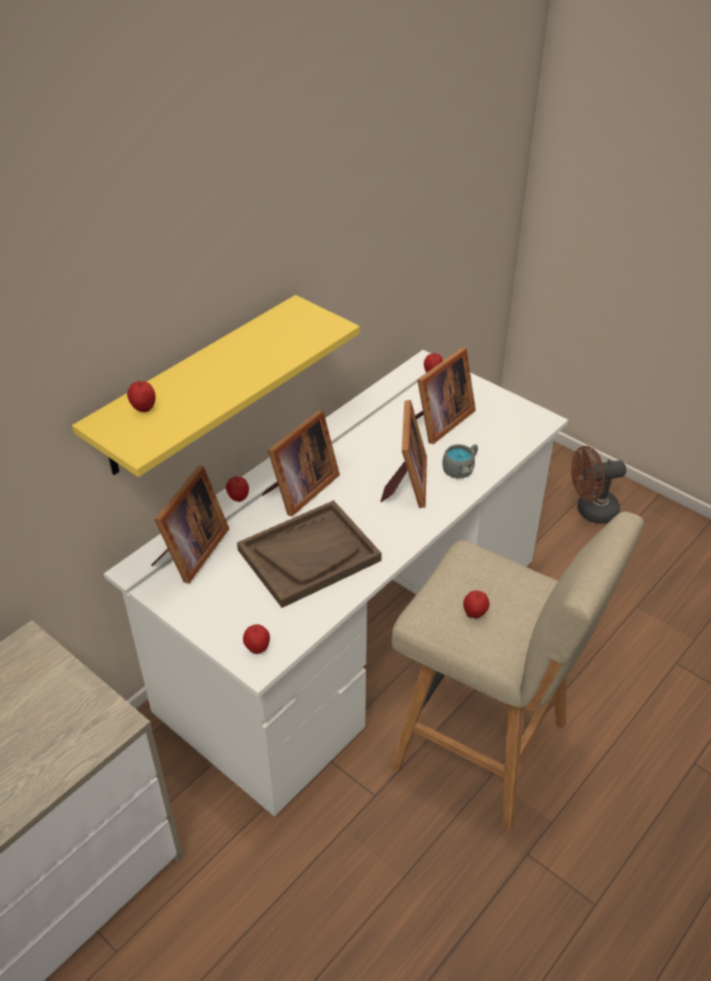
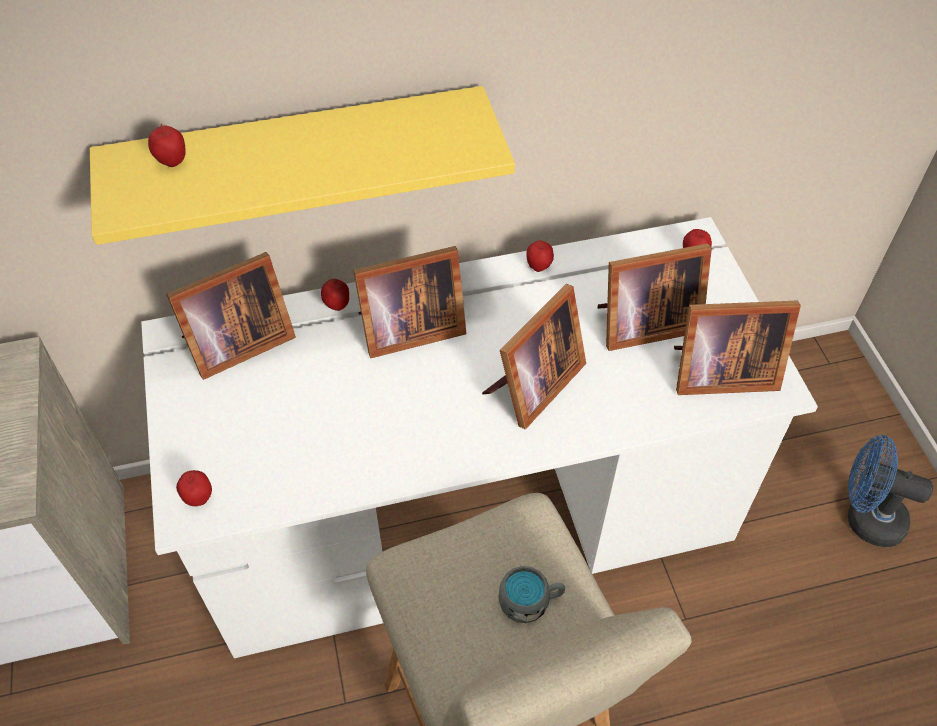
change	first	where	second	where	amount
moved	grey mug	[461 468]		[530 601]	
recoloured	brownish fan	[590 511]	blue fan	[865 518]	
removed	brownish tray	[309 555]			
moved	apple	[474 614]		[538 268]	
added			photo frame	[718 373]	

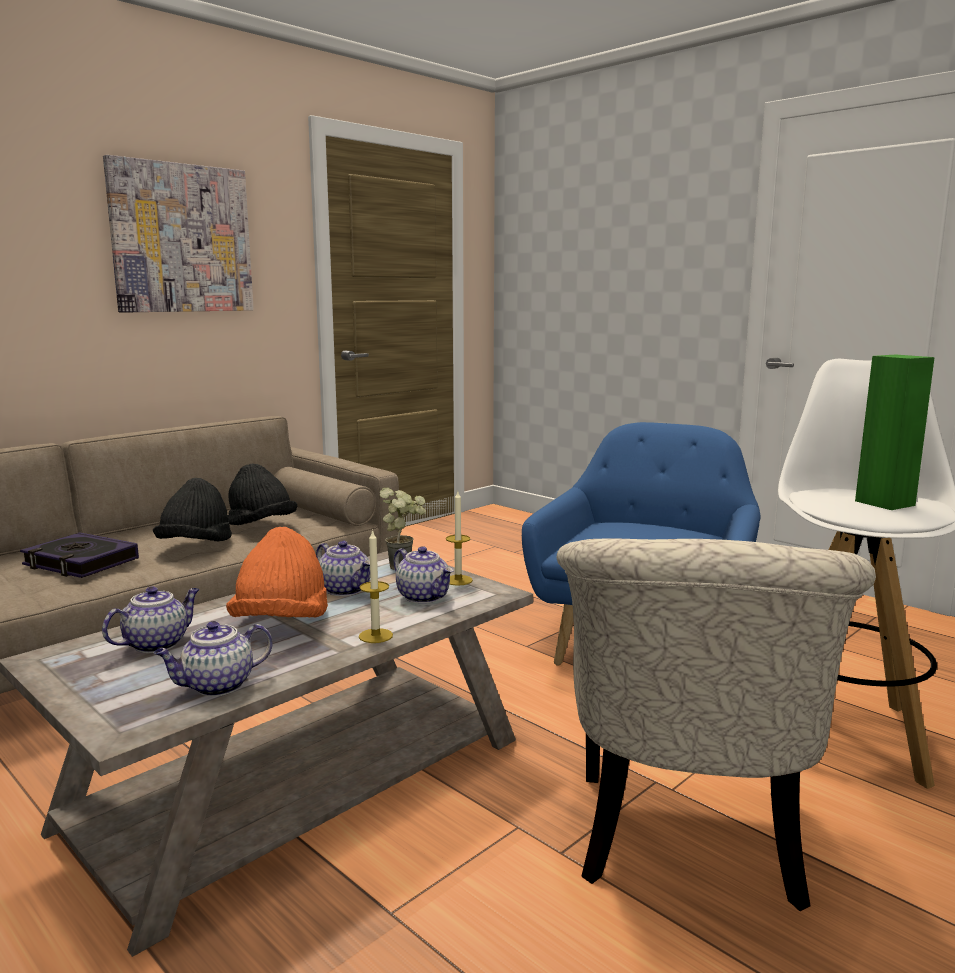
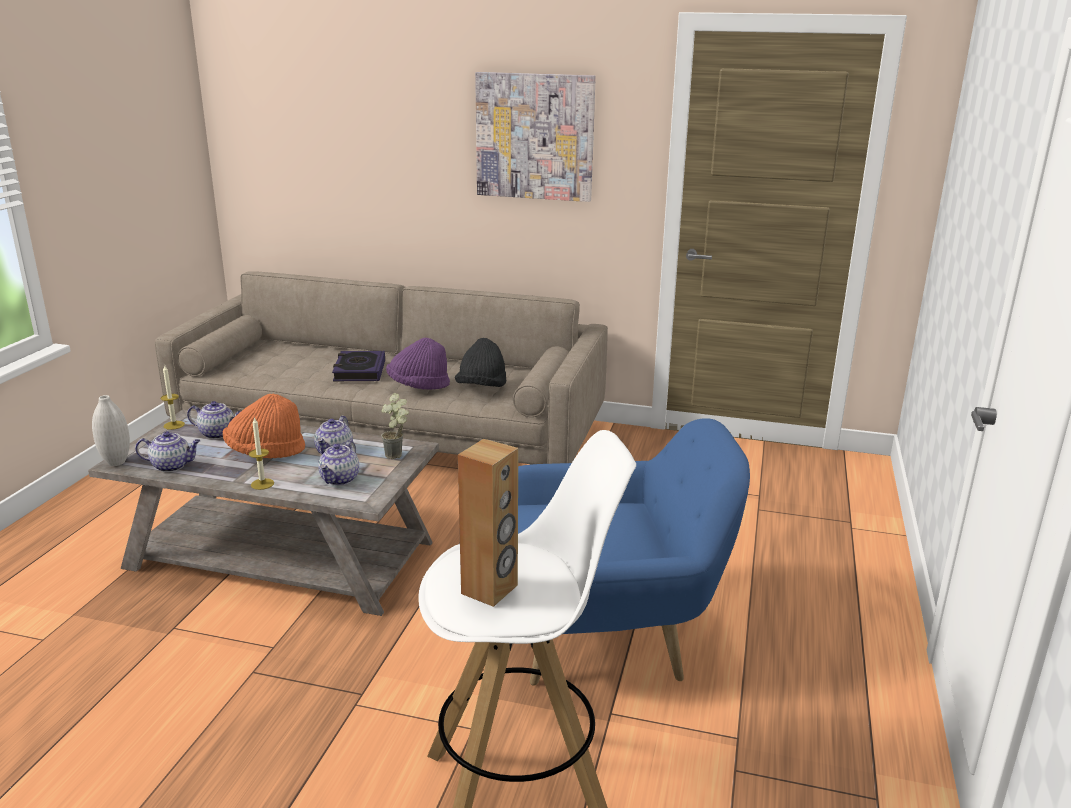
change	first	where	second	where	amount
recoloured	green loudspeaker	[885 503]	brownish loudspeaker	[490 589]	
recoloured	black-coloured clothing hat	[195 546]	purplish clothing hat	[418 386]	
moved	candle	[458 580]		[174 425]	
removed	beige lounge chair	[688 844]			
turned	pot for tea	[217 686]		[172 466]	150 degrees clockwise
added			whitish flower vase	[116 462]	

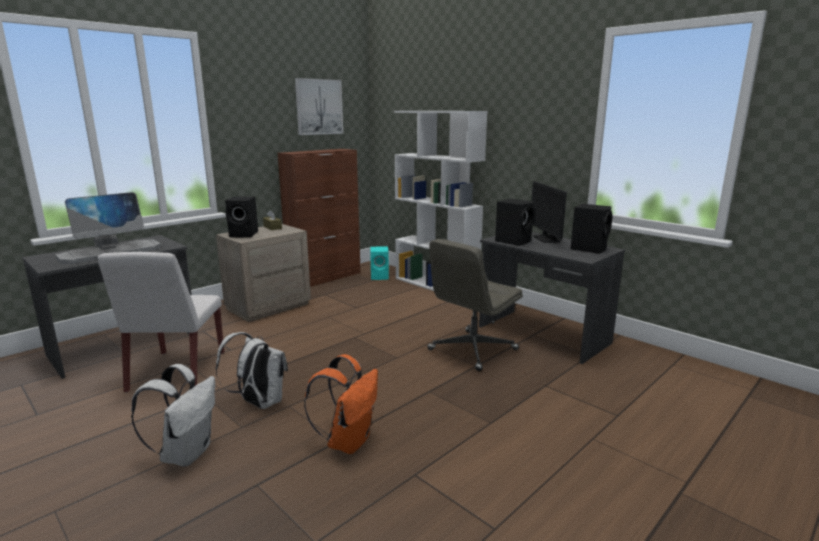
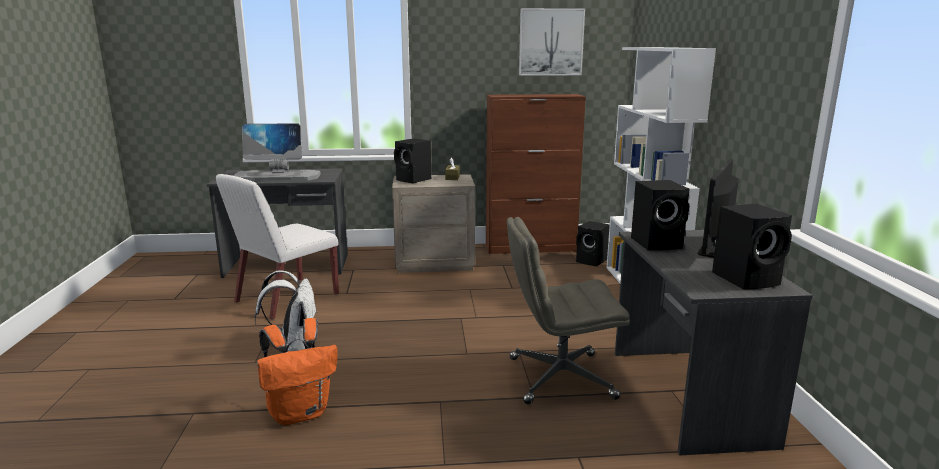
change	first	where	second	where	amount
recoloured	turquoise-coloured loudspeaker	[380 276]	black-coloured loudspeaker	[592 261]	
removed	whitish backpack	[186 453]			

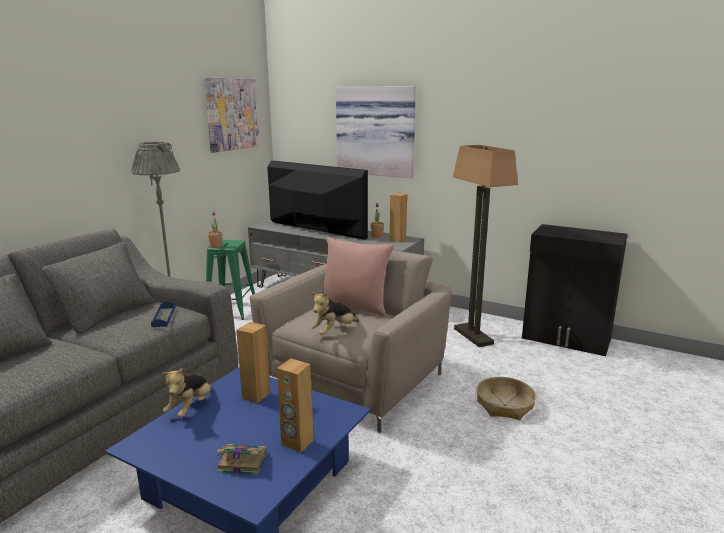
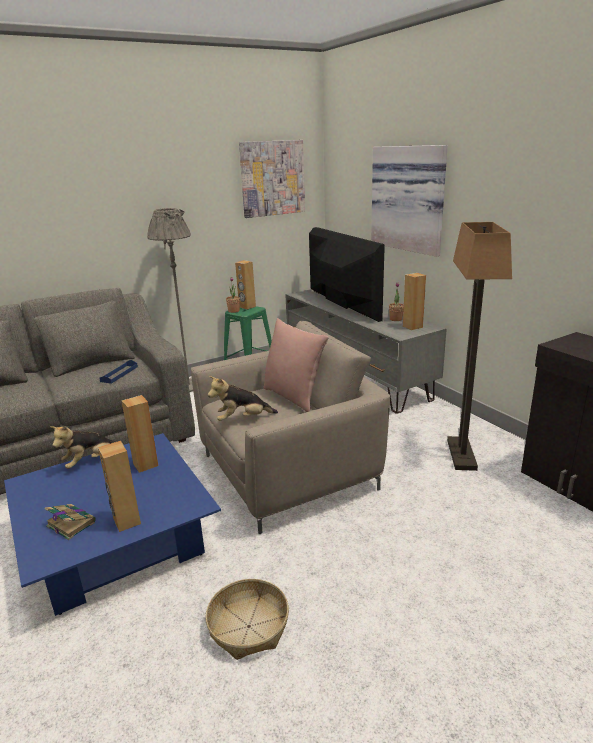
change	first	where	second	where	amount
moved	storage basket	[504 405]		[248 626]	
added			brownish loudspeaker	[247 307]	

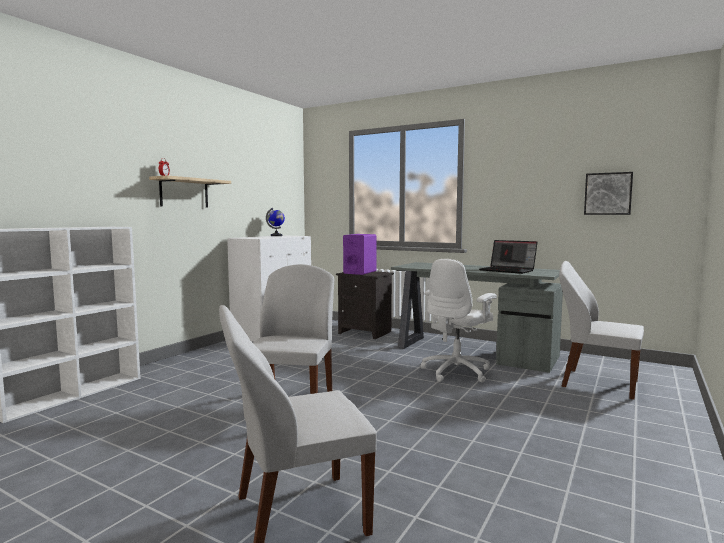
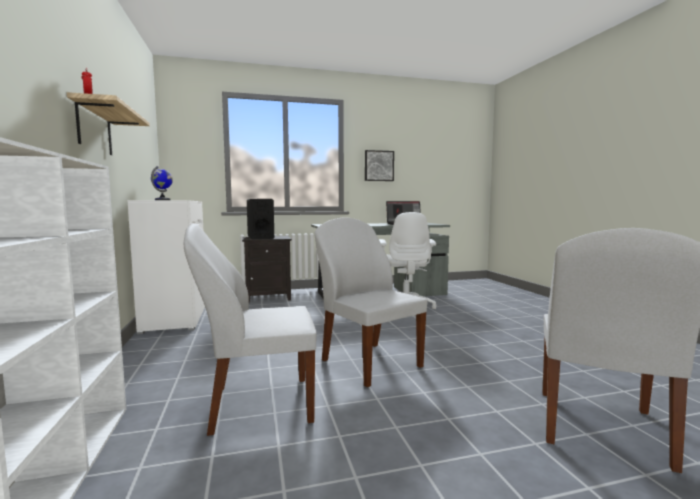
change	first	where	second	where	amount
moved	wall art	[608 194]		[378 166]	
recoloured	purplish loudspeaker	[360 272]	black-coloured loudspeaker	[260 237]	
moved	whitish upright chair	[597 383]		[258 404]	

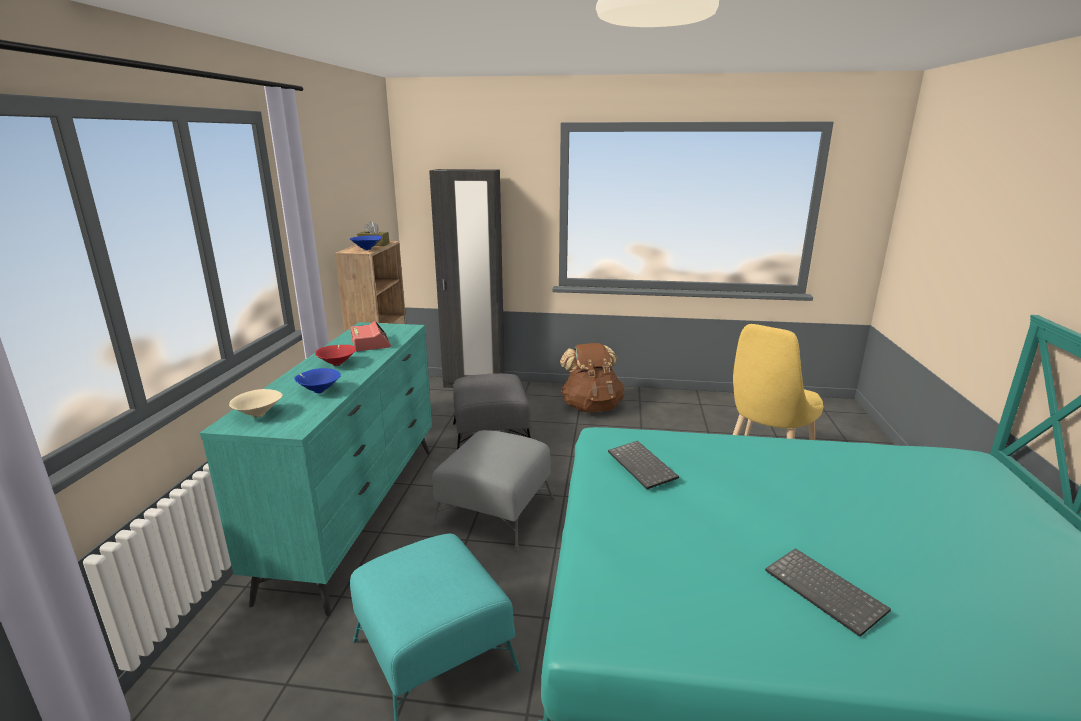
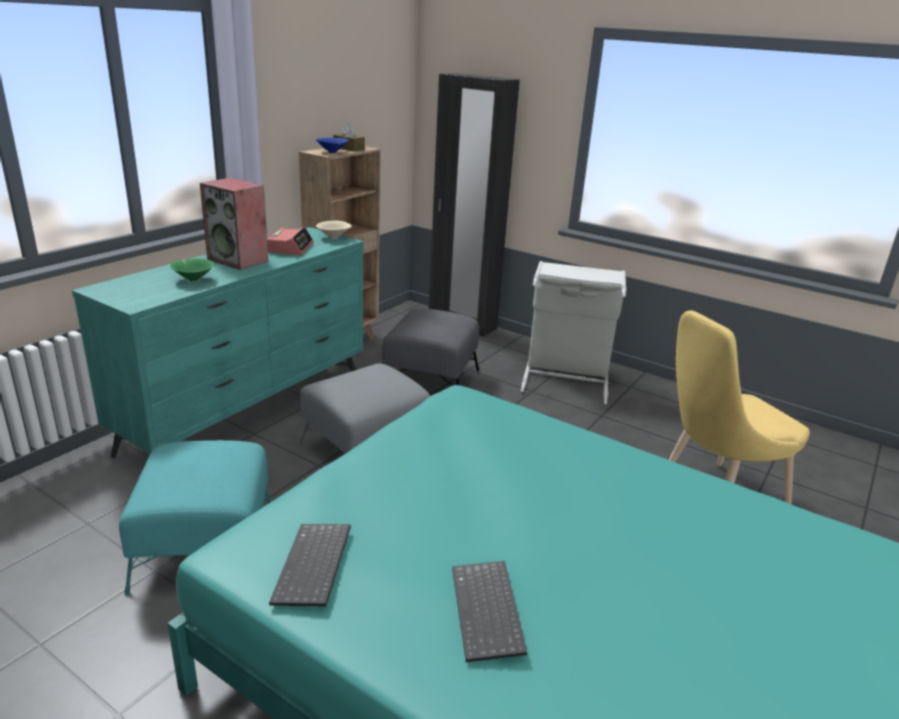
change	first	where	second	where	amount
replaced	brownish backpack	[591 407]	grey laundry basket	[566 378]	
replaced	reddish serving bowl	[337 364]	loudspeaker	[239 260]	
recoloured	blue serving bowl	[319 391]	green serving bowl	[193 279]	
moved	beige serving bowl	[260 414]		[334 237]	
moved	computer keyboard	[643 466]		[314 567]	

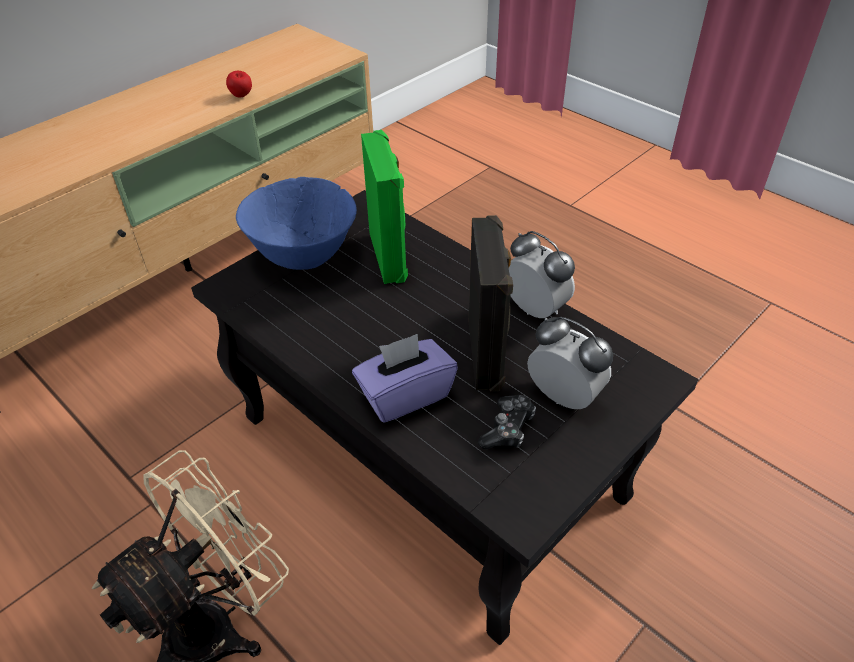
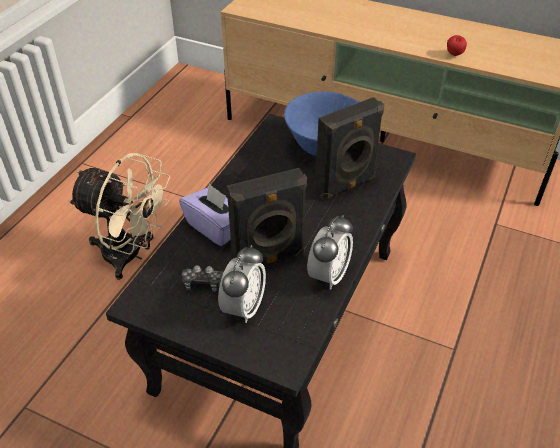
change	first	where	second	where	amount
recoloured	green loudspeaker	[389 256]	black-coloured loudspeaker	[346 186]	

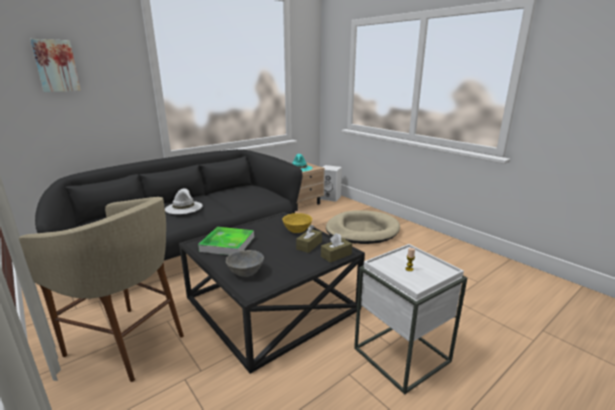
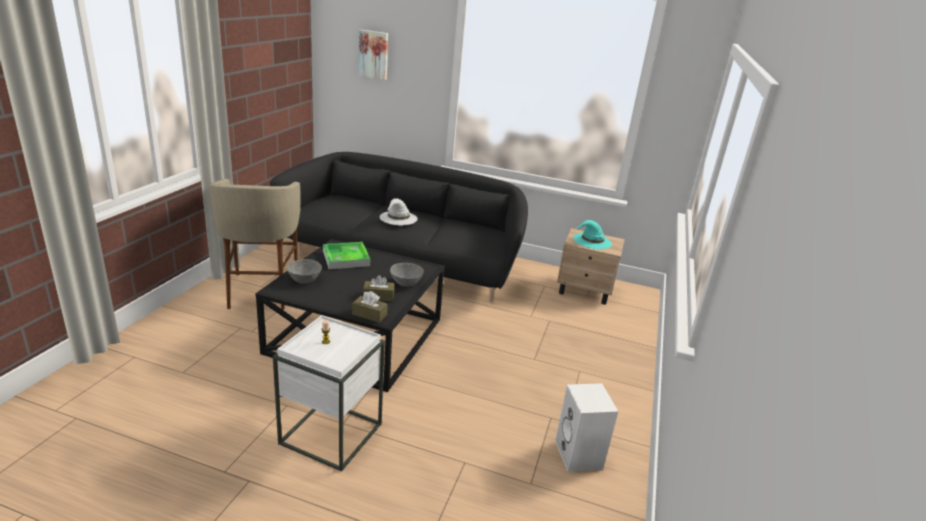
change	first	where	second	where	amount
moved	whitish loudspeaker	[330 197]		[579 455]	
removed	beige pet bed	[362 230]			
recoloured	yellow-coloured serving bowl	[297 230]	grey serving bowl	[406 283]	

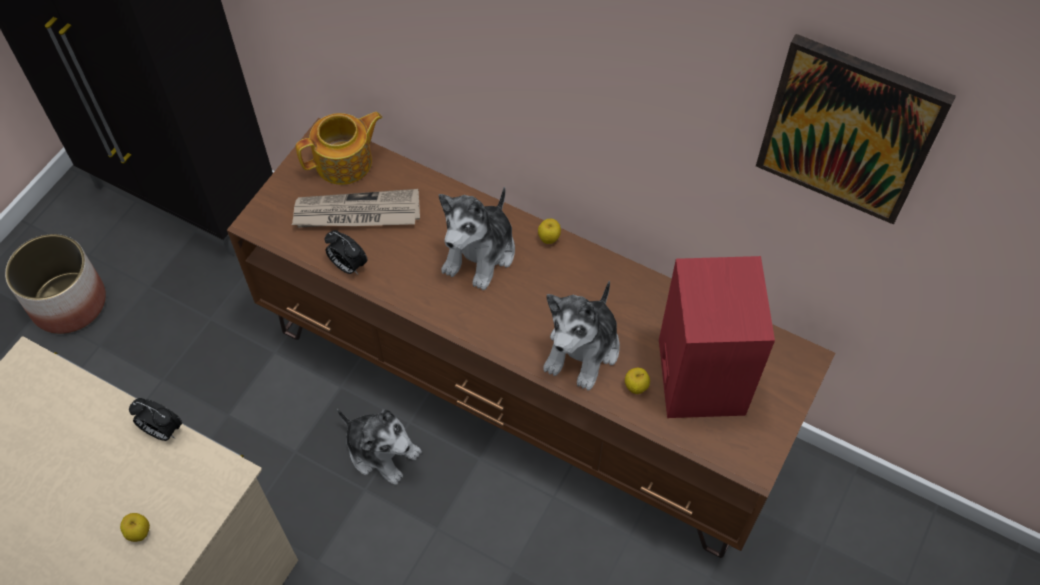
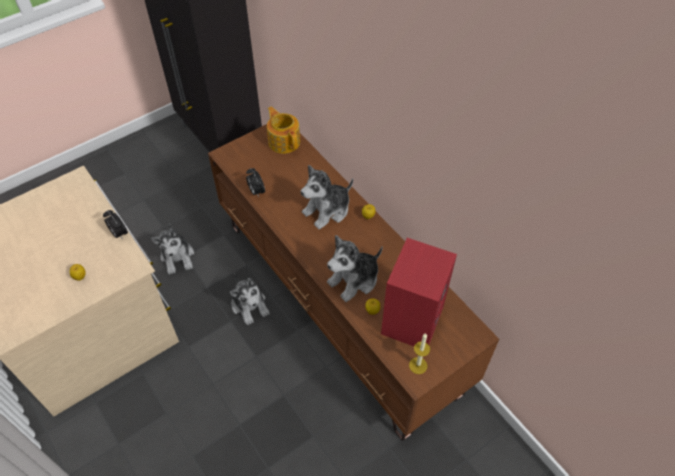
change	first	where	second	where	amount
removed	wall art	[849 129]			
turned	pot for tea	[345 162]		[284 141]	120 degrees counterclockwise
removed	daily paper	[356 213]			
removed	planter	[69 302]			
added			plush toy	[178 257]	
added			candle	[418 365]	

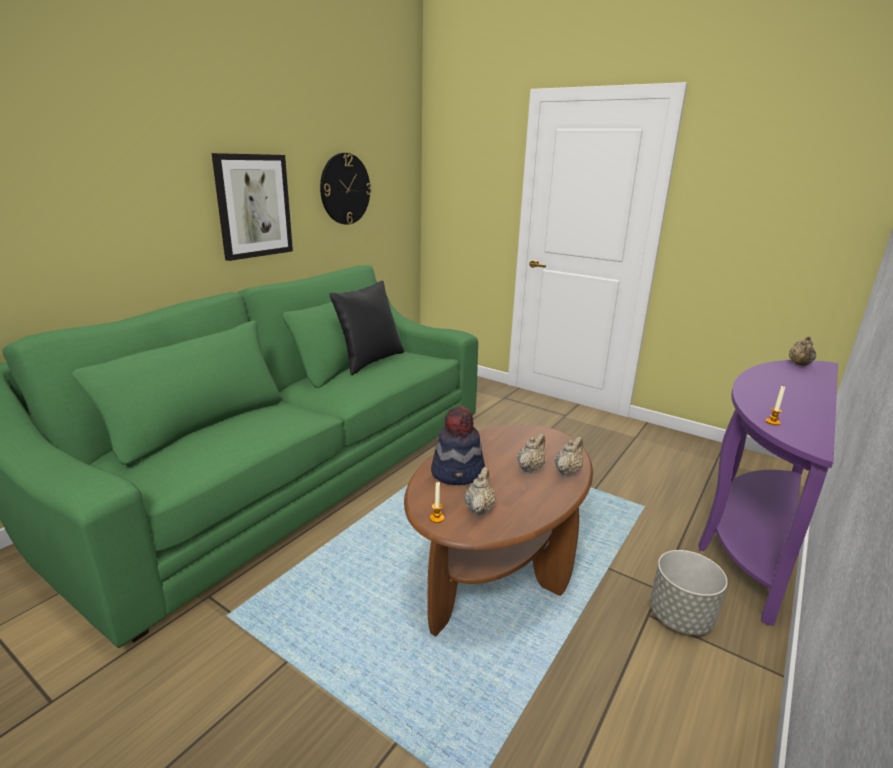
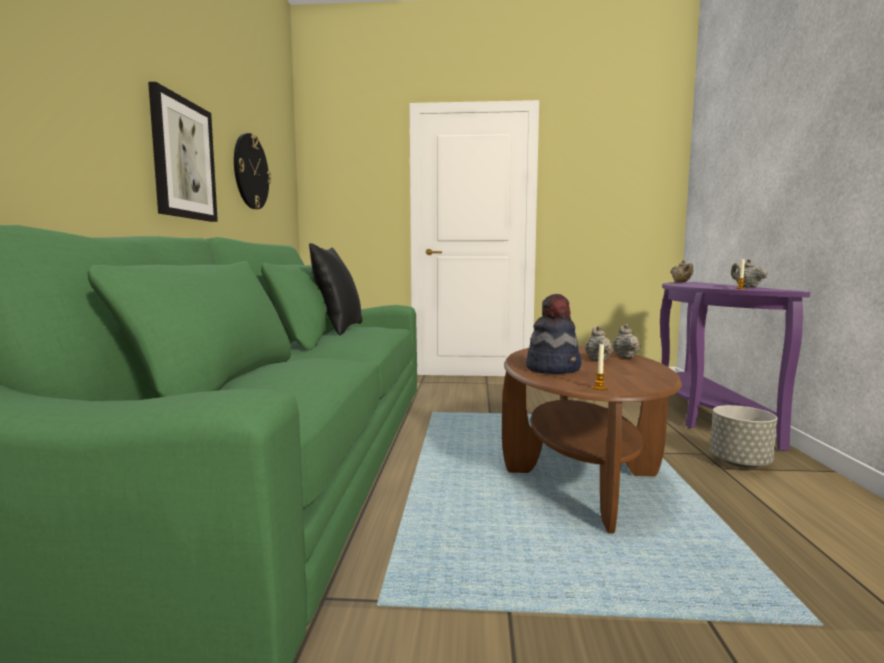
change	first	where	second	where	amount
moved	beige pot for tea	[479 508]		[746 287]	

